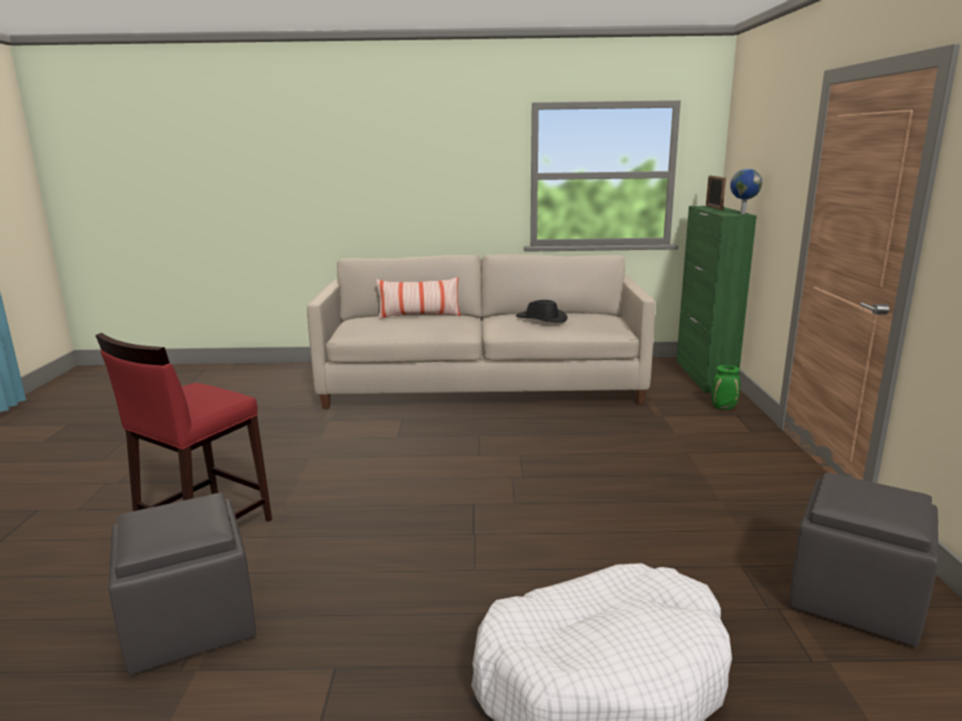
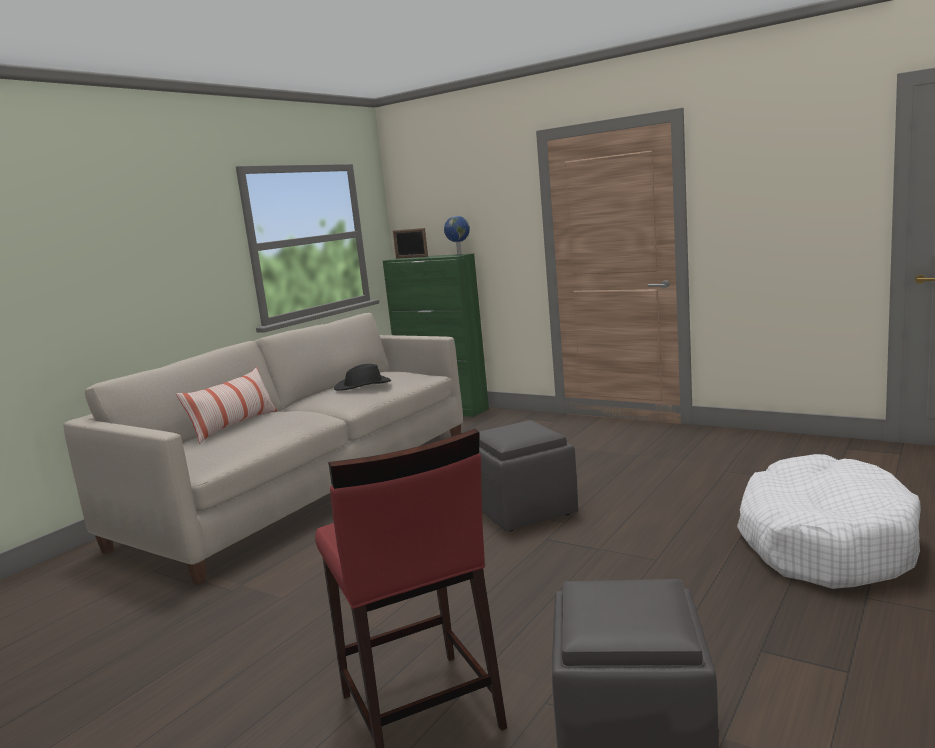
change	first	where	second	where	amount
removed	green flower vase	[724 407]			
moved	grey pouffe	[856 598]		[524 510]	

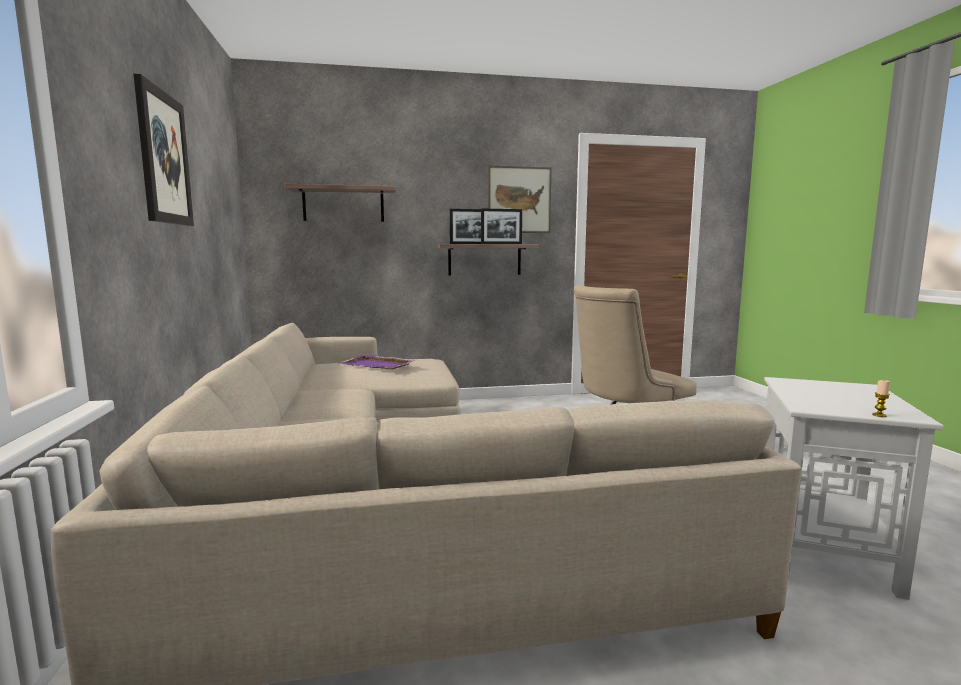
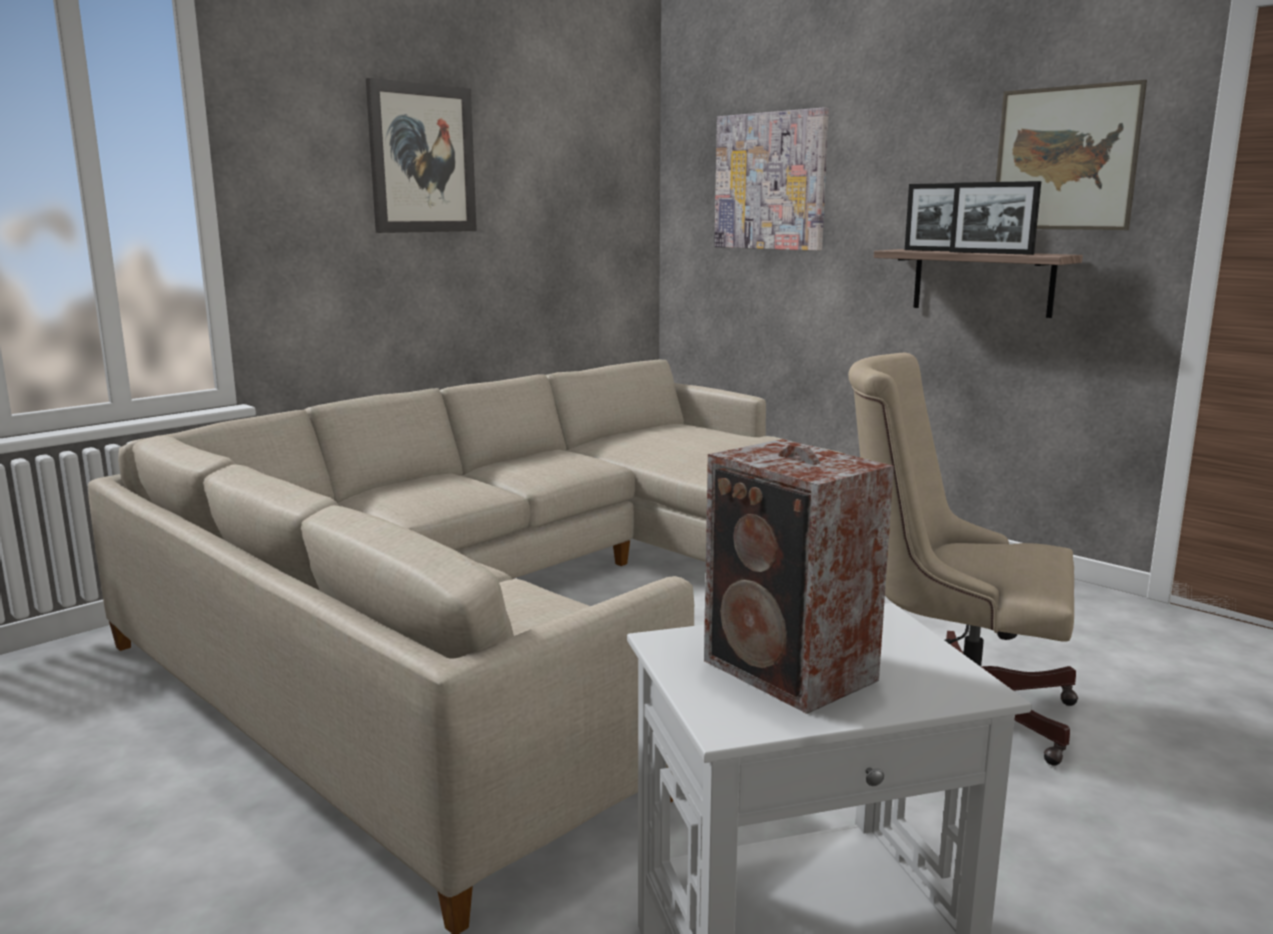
change	first	where	second	where	amount
replaced	bracket shelf	[343 204]	wall art	[770 181]	
removed	purplish tray	[378 365]			
removed	candle	[879 415]			
added			loudspeaker	[791 673]	

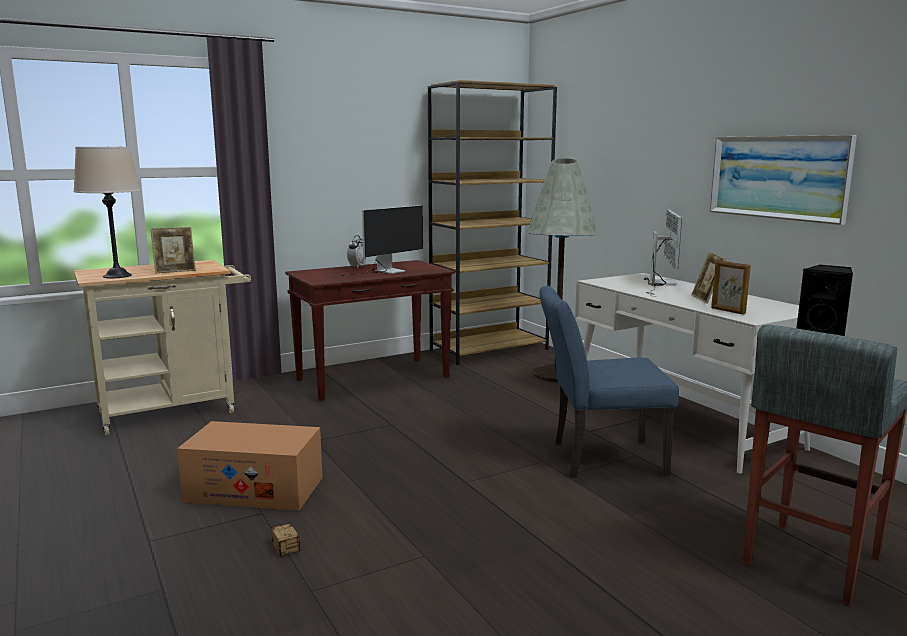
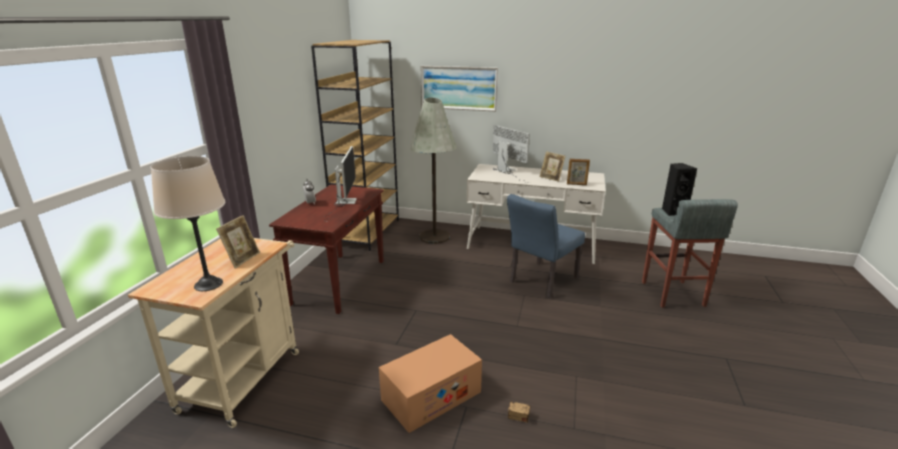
change	first	where	second	where	amount
moved	wall art	[778 177]		[459 88]	

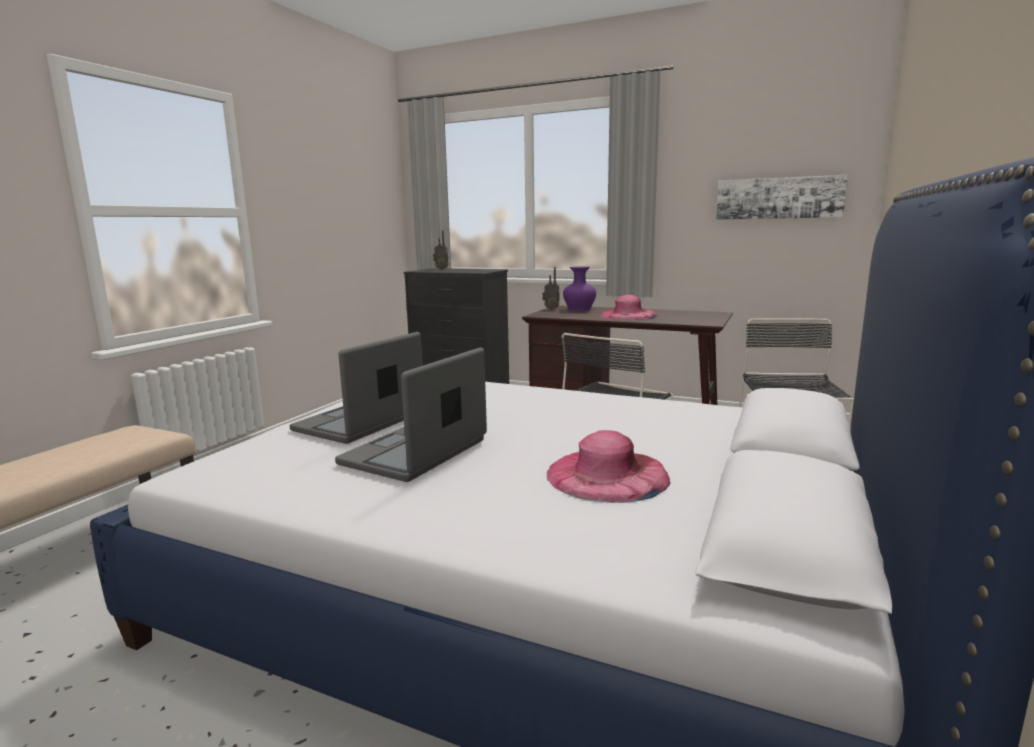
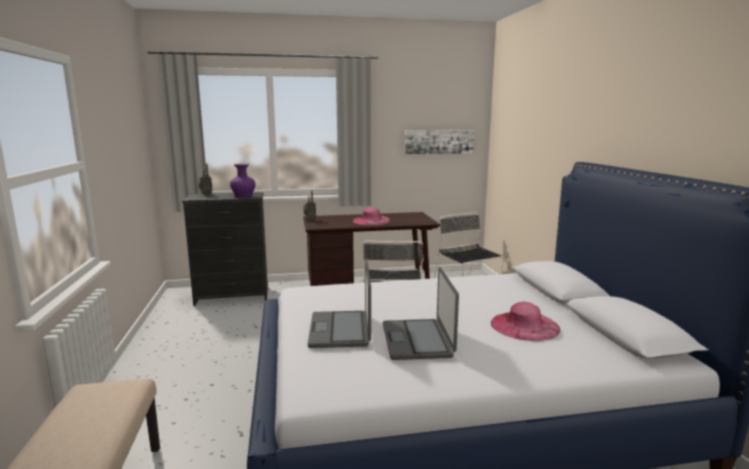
change	first	where	second	where	amount
moved	purplish flower vase	[579 309]		[243 196]	

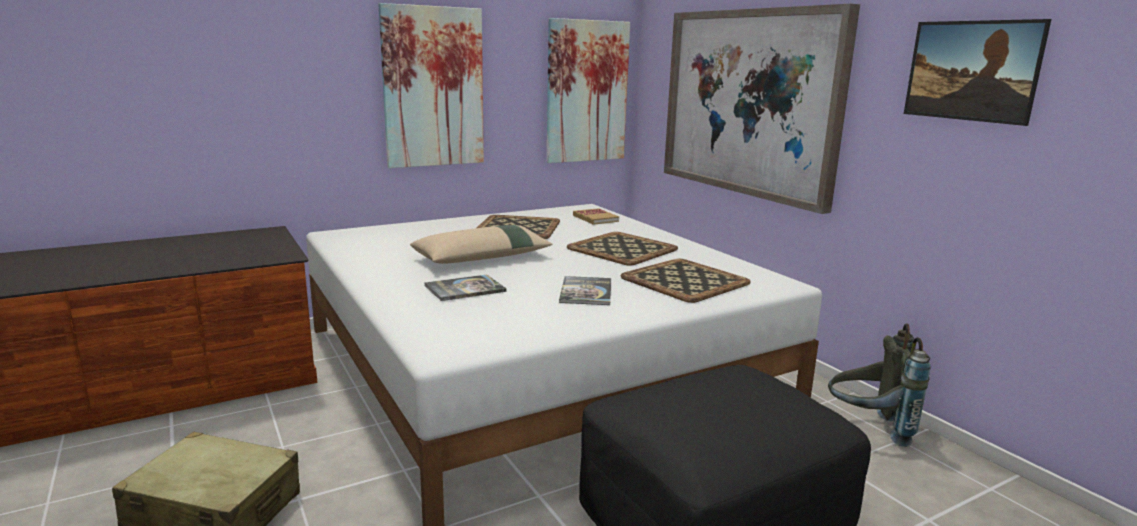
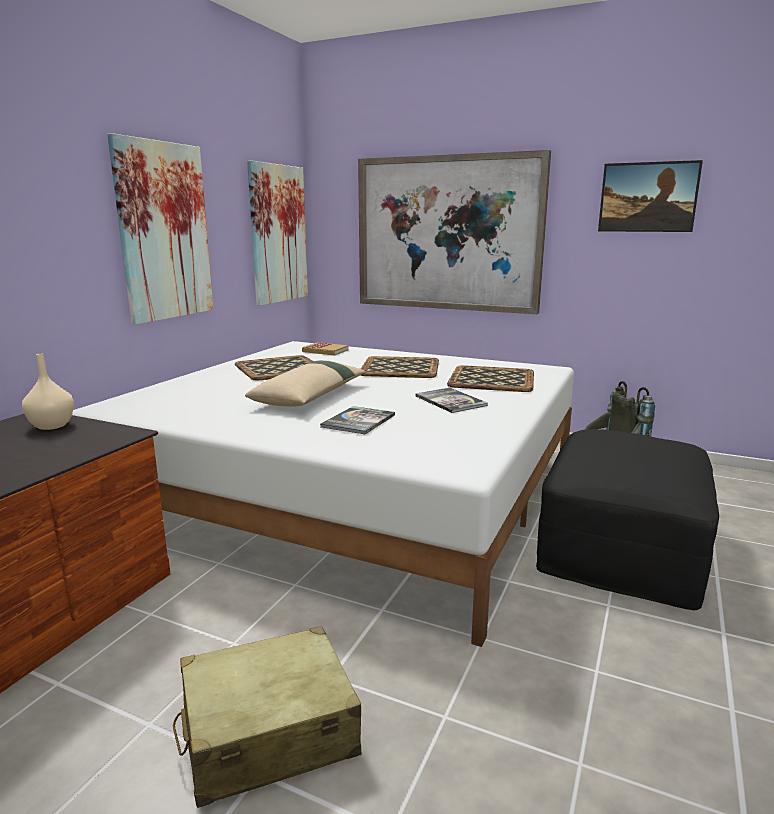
change	first	where	second	where	amount
added			beige flower vase	[52 425]	

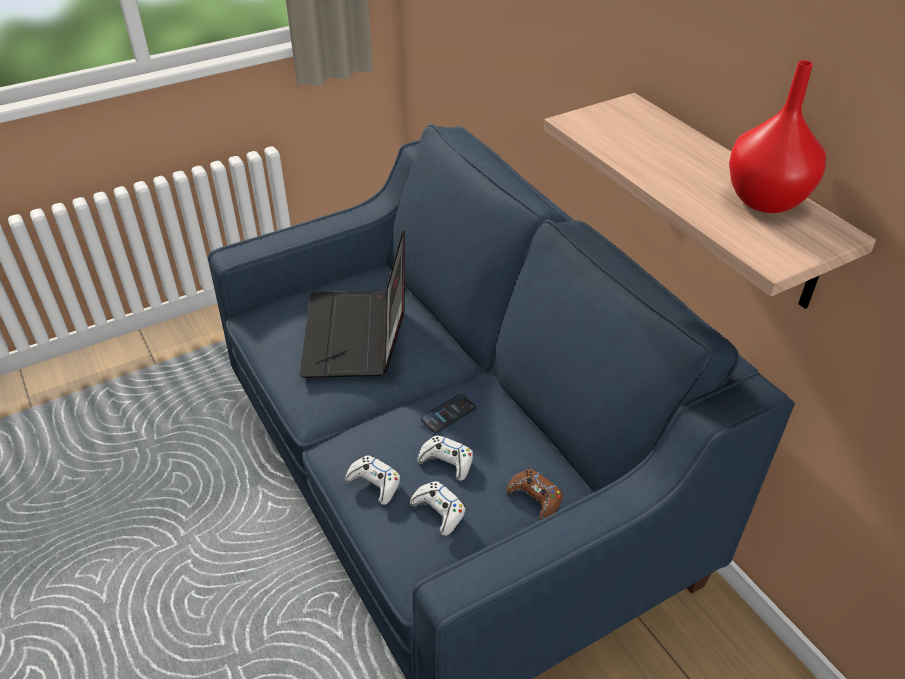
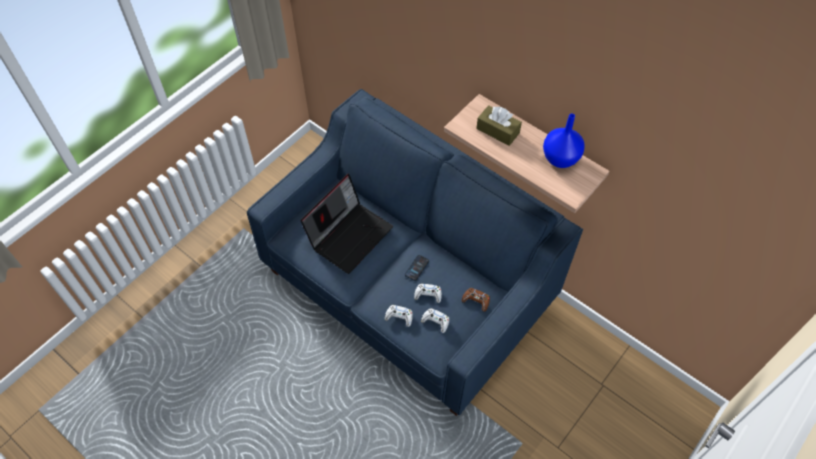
change	first	where	second	where	amount
recoloured	reddish flower vase	[765 201]	blue flower vase	[560 159]	
turned	laptop	[358 336]		[349 235]	120 degrees counterclockwise
added			brownish box of tissues	[498 131]	

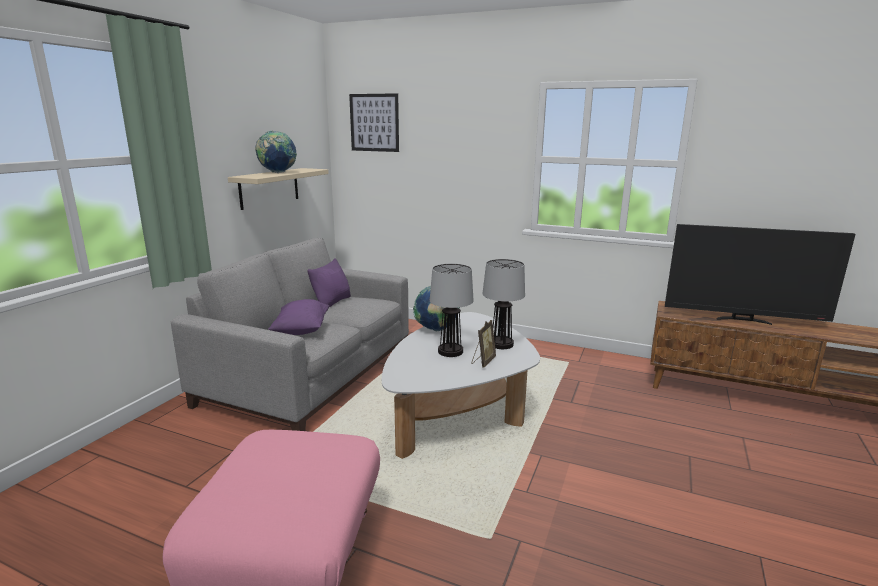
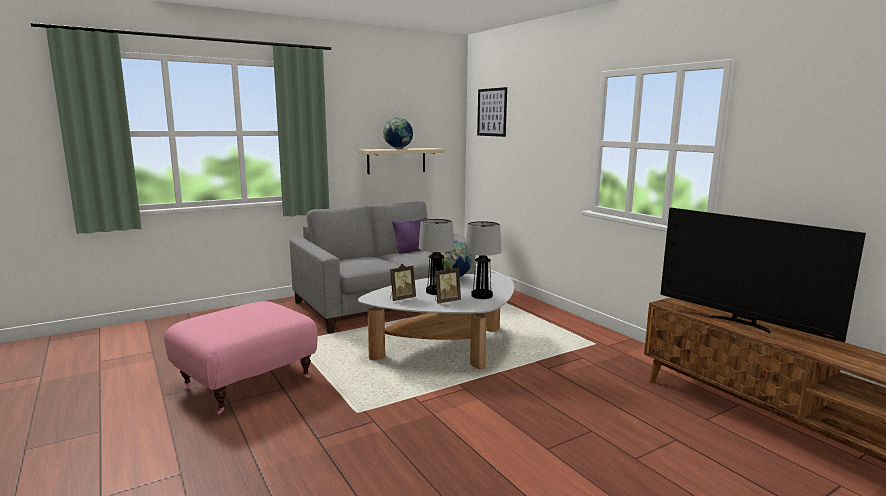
change	first	where	second	where	amount
removed	purplish cushion	[301 330]			
added			photo frame	[401 298]	

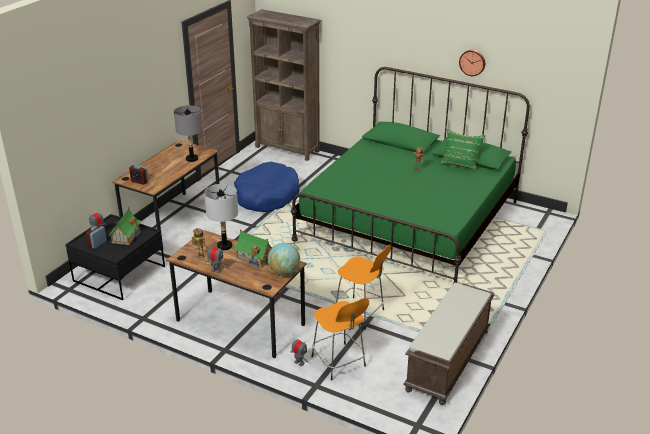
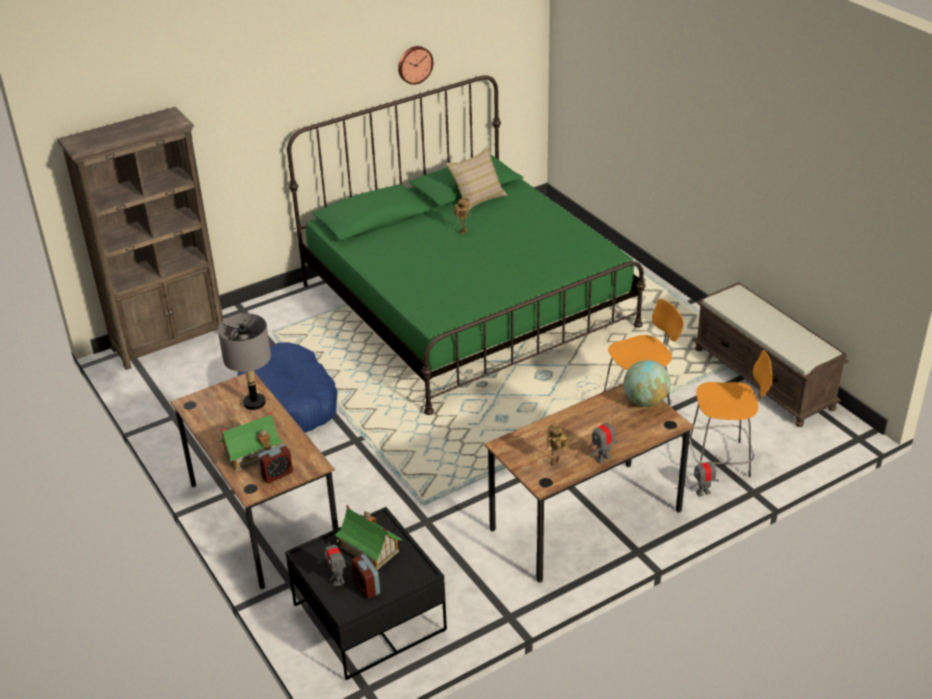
change	first	where	second	where	amount
recoloured	green cushion	[460 164]	beige cushion	[477 198]	
removed	grey tabletop lamp	[225 246]			
moved	toy house	[255 258]		[253 453]	

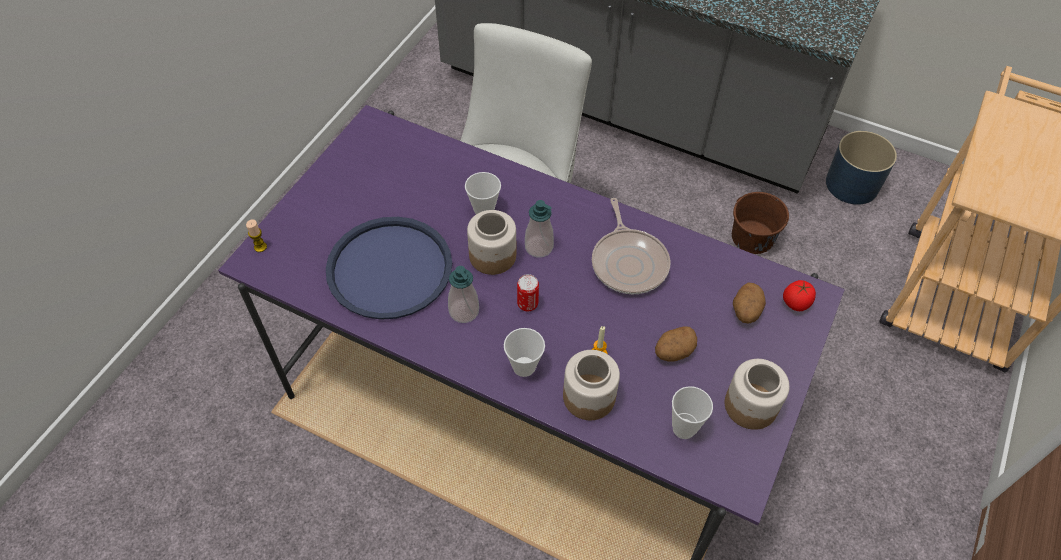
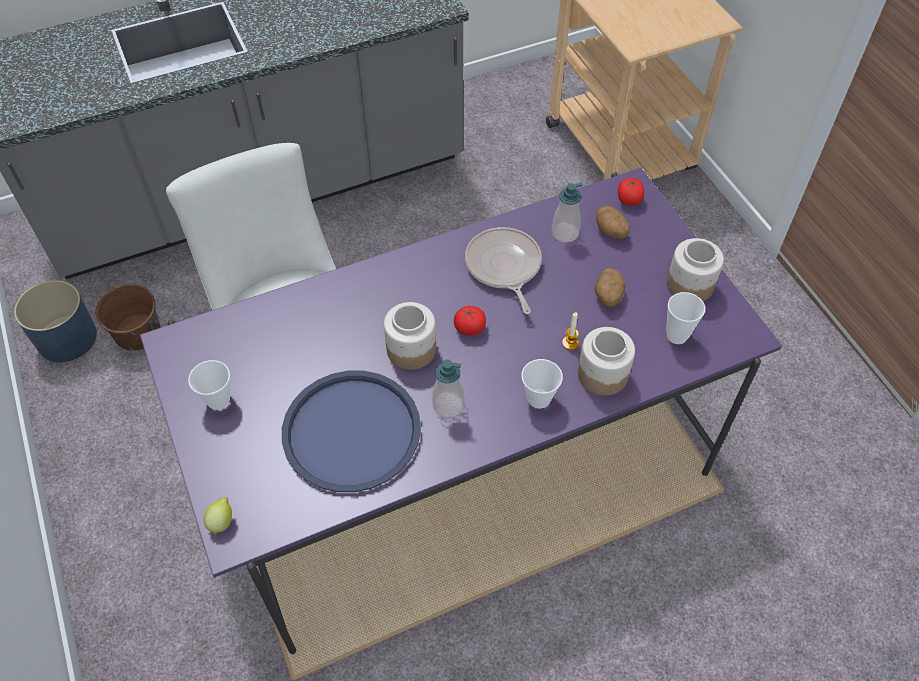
change	first	where	second	where	amount
moved	blue planter	[851 184]		[66 338]	
moved	drinking cup	[484 209]		[218 399]	
moved	brownish pail	[753 237]		[138 332]	
turned	skillet	[629 262]		[504 267]	135 degrees counterclockwise
moved	soap dispenser	[539 247]		[565 233]	
replaced	candle	[260 247]	citrus fruit	[222 521]	
removed	can	[527 304]			
added			whole tomato	[469 328]	

